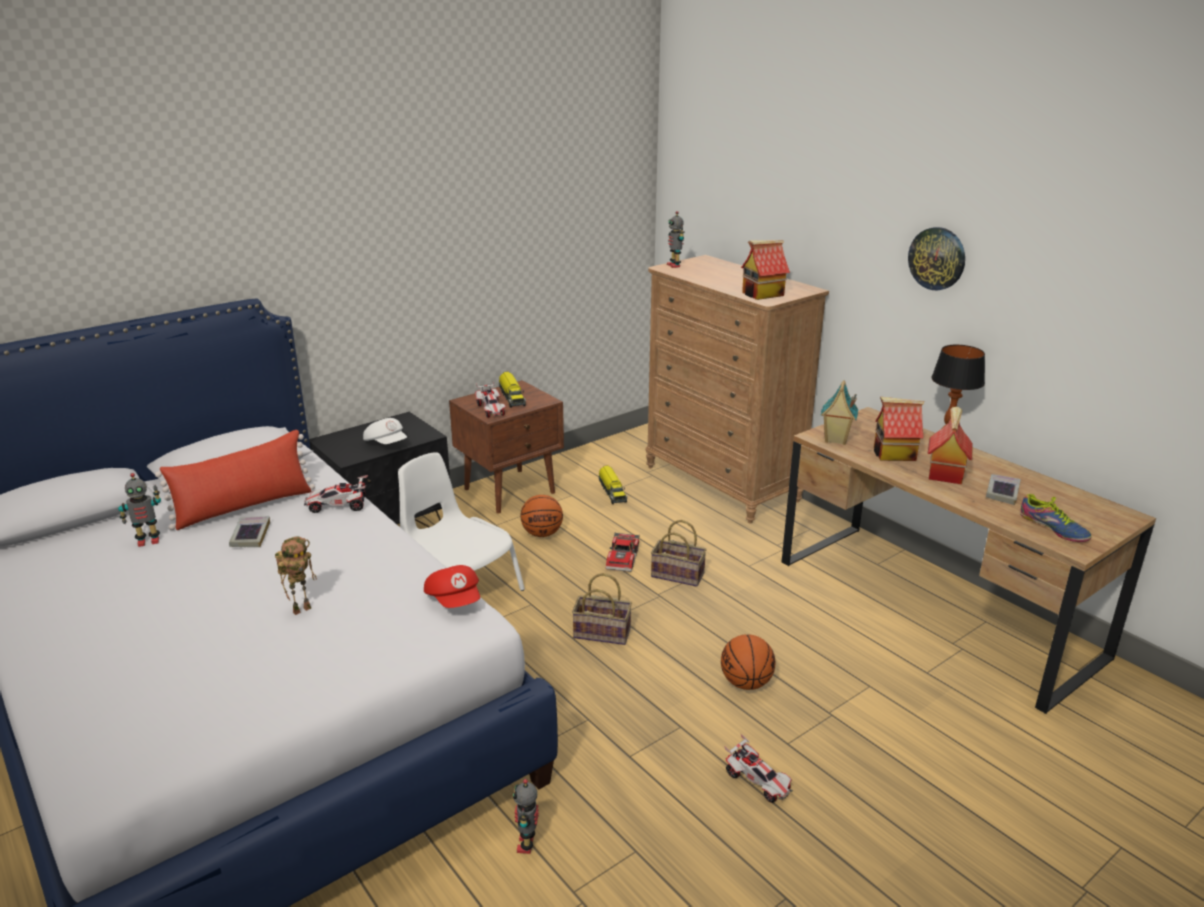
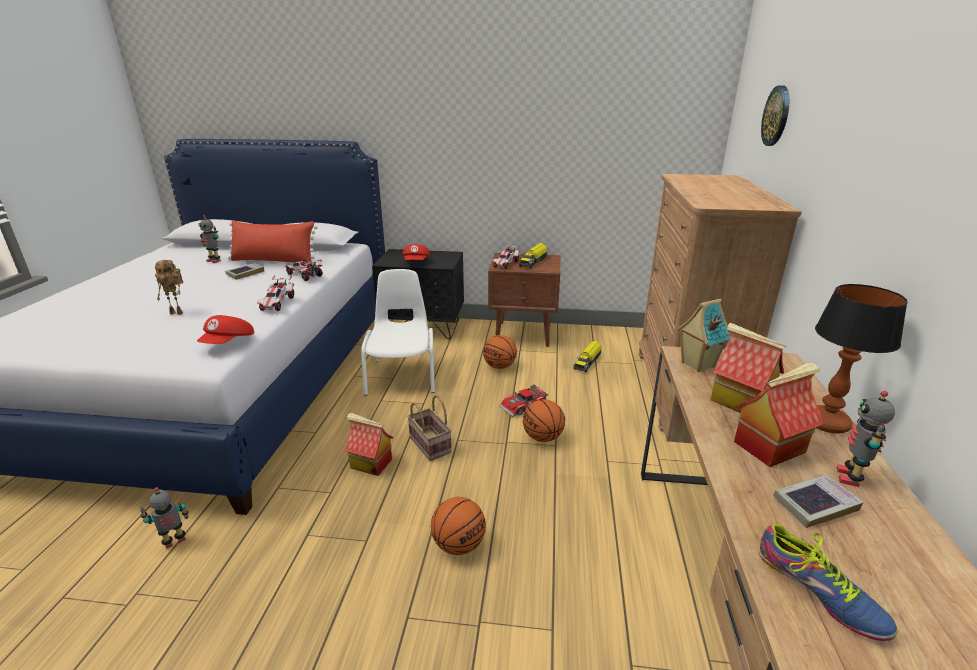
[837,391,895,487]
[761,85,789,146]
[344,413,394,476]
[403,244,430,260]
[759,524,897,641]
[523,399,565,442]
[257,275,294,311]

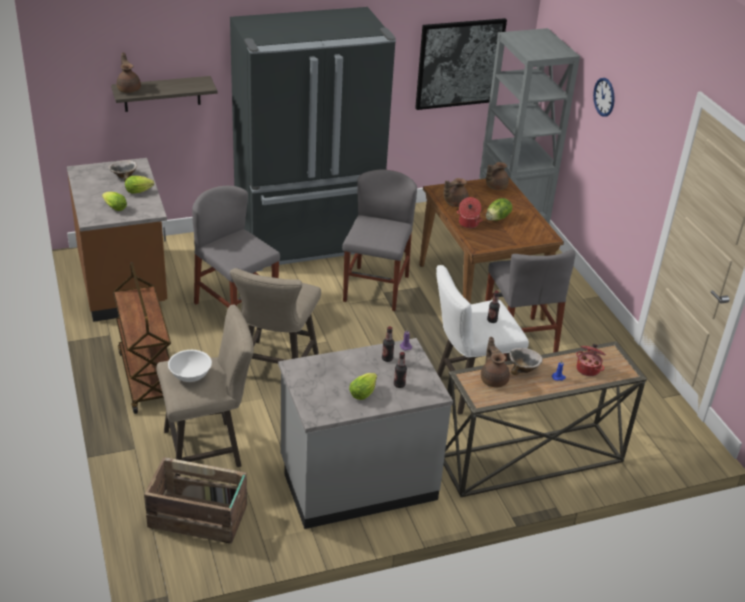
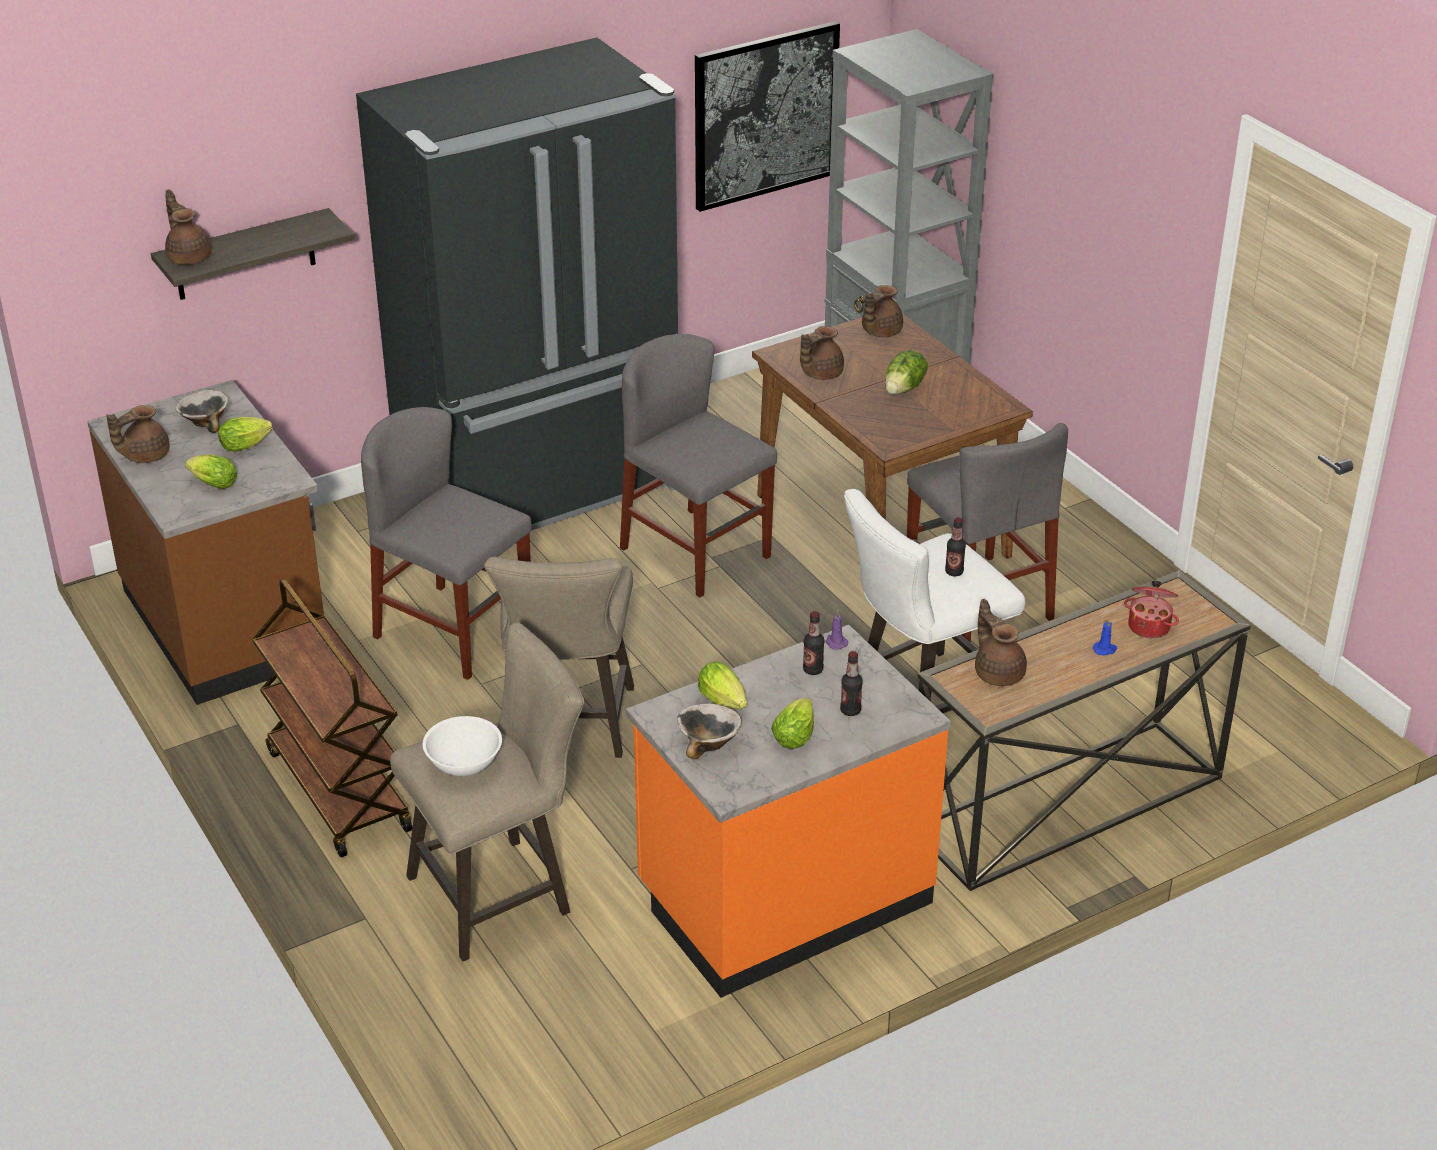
[593,78,615,117] (first image)
[620,334,777,598]
[457,197,482,228] (first image)
[626,625,951,998]
[677,704,741,759]
[144,457,247,544] (first image)
[106,405,169,463]
[698,662,747,709]

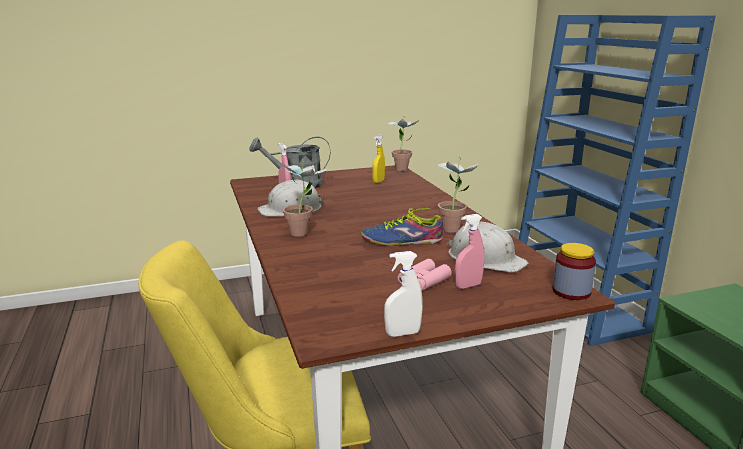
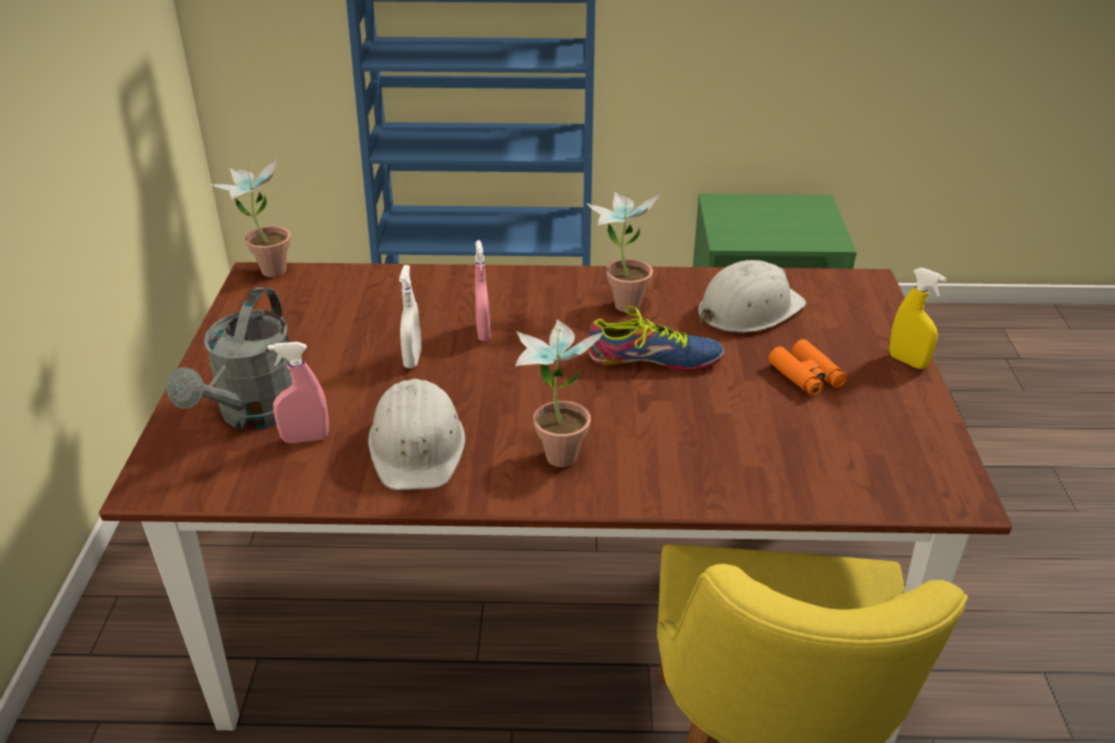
[889,268,946,369]
[588,306,724,371]
[475,240,491,341]
[552,243,596,300] (first image)
[399,265,422,368]
[768,339,847,396]

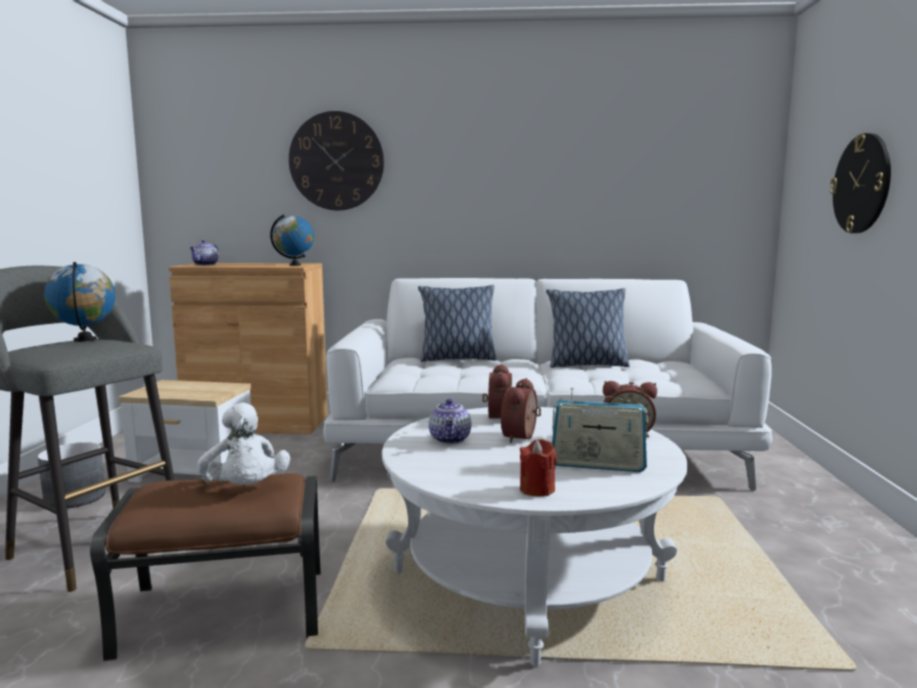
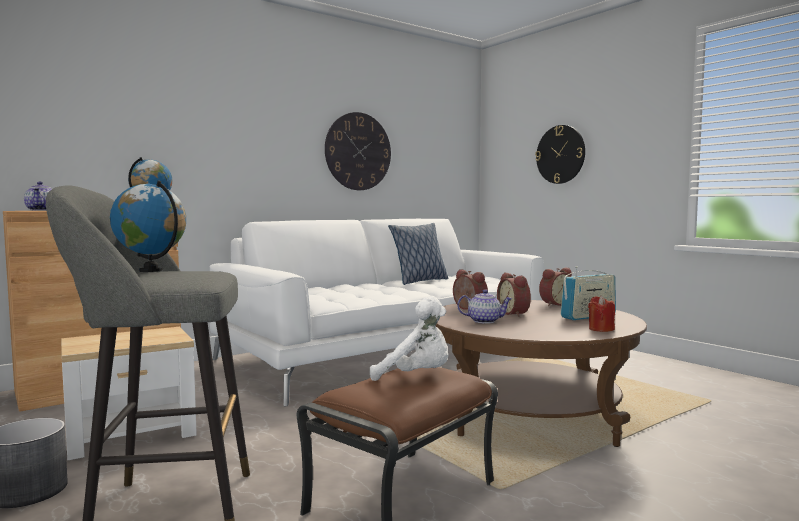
[325,112,391,190]
[418,285,497,362] (first image)
[457,289,513,324]
[435,300,647,447]

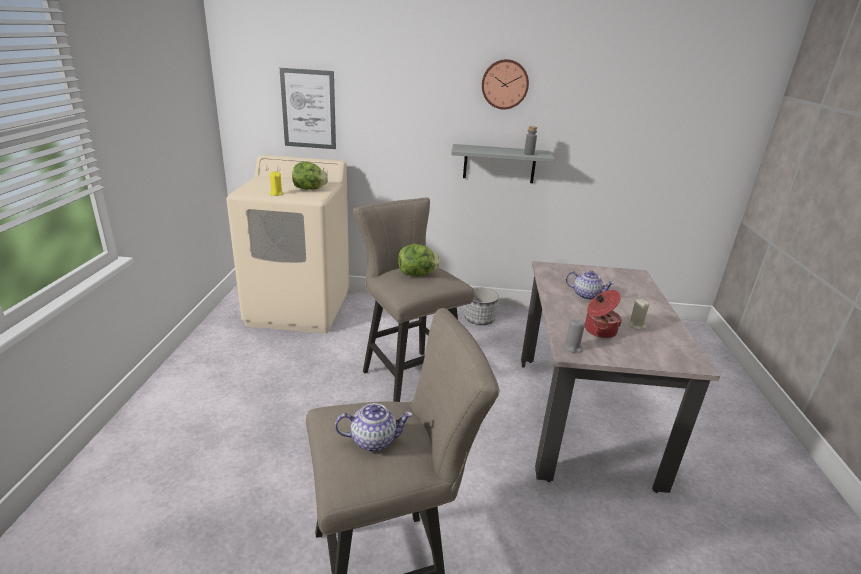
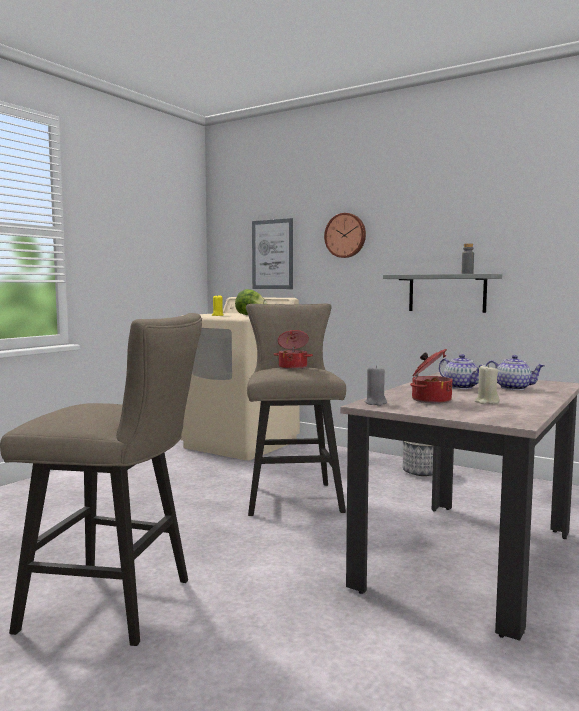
[324,213,366,258]
[274,330,313,369]
[485,355,545,390]

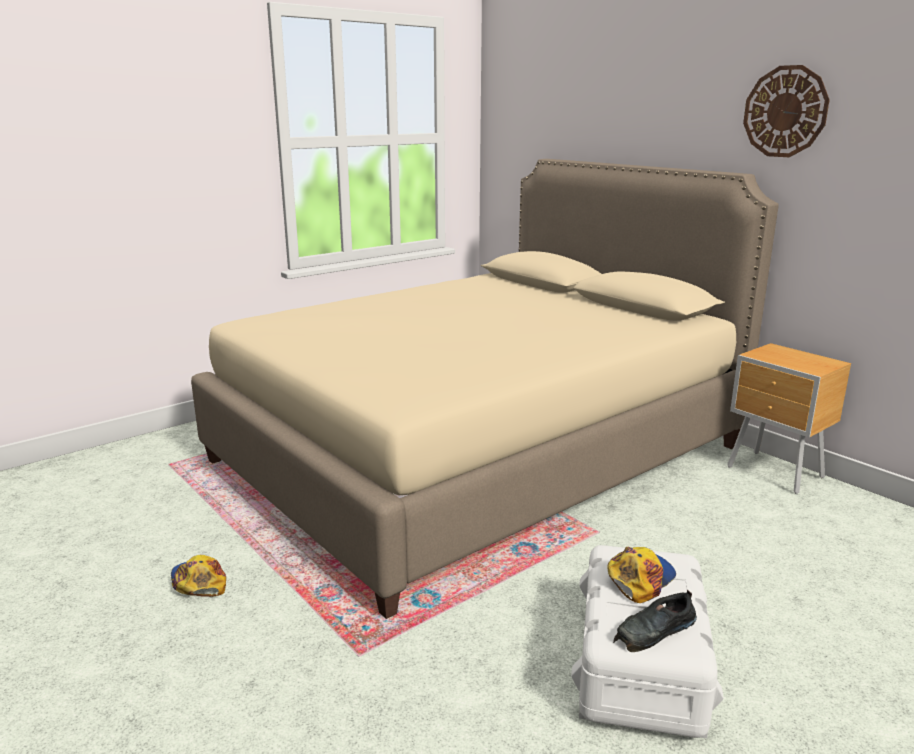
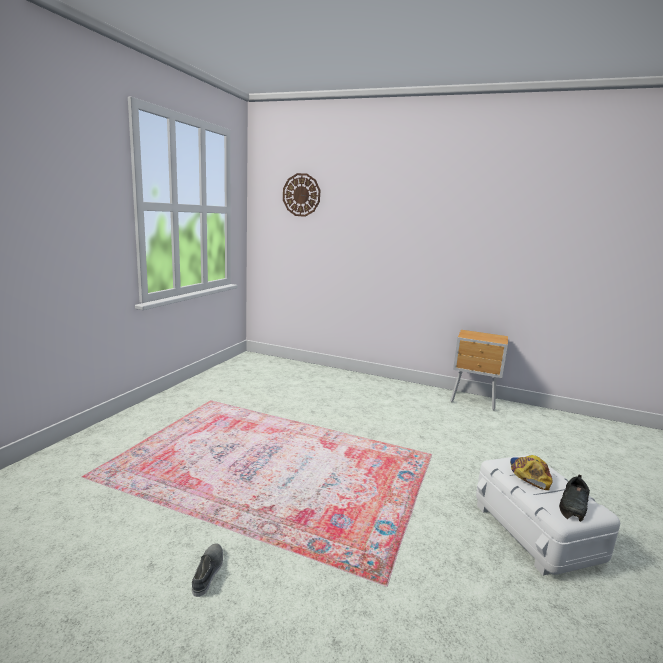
[283,173,320,217]
[191,159,779,619] (first image)
[192,543,223,597]

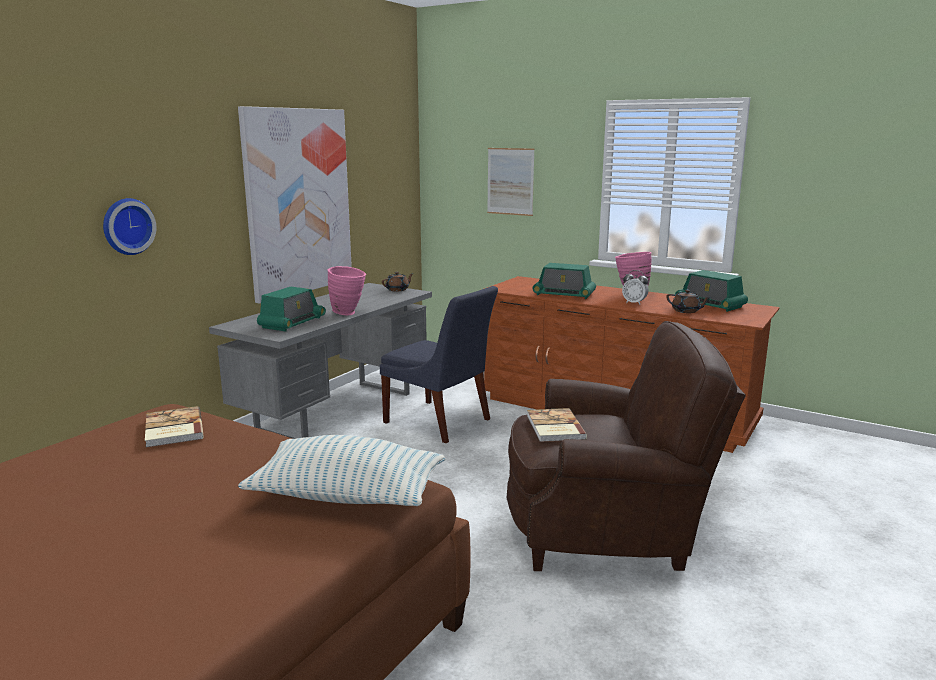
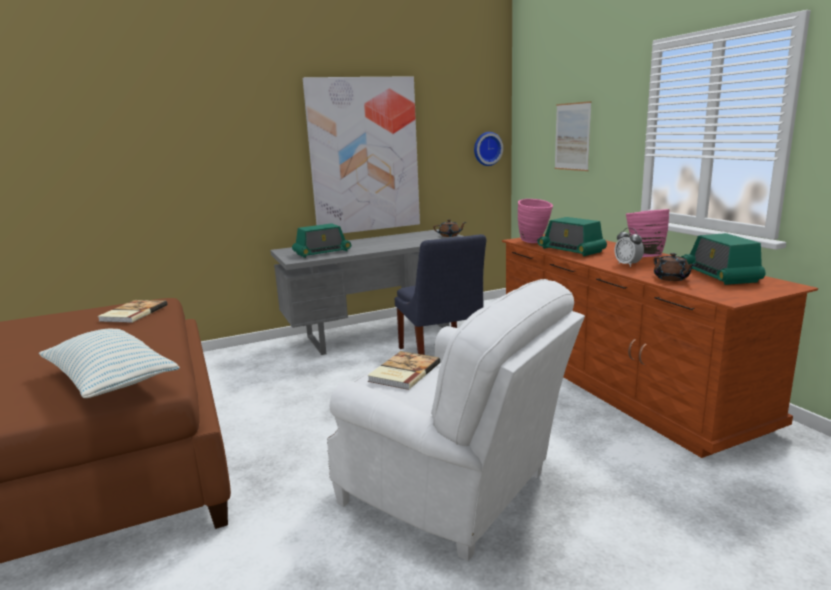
[474,132,503,166]
[518,199,553,243]
[327,279,585,561]

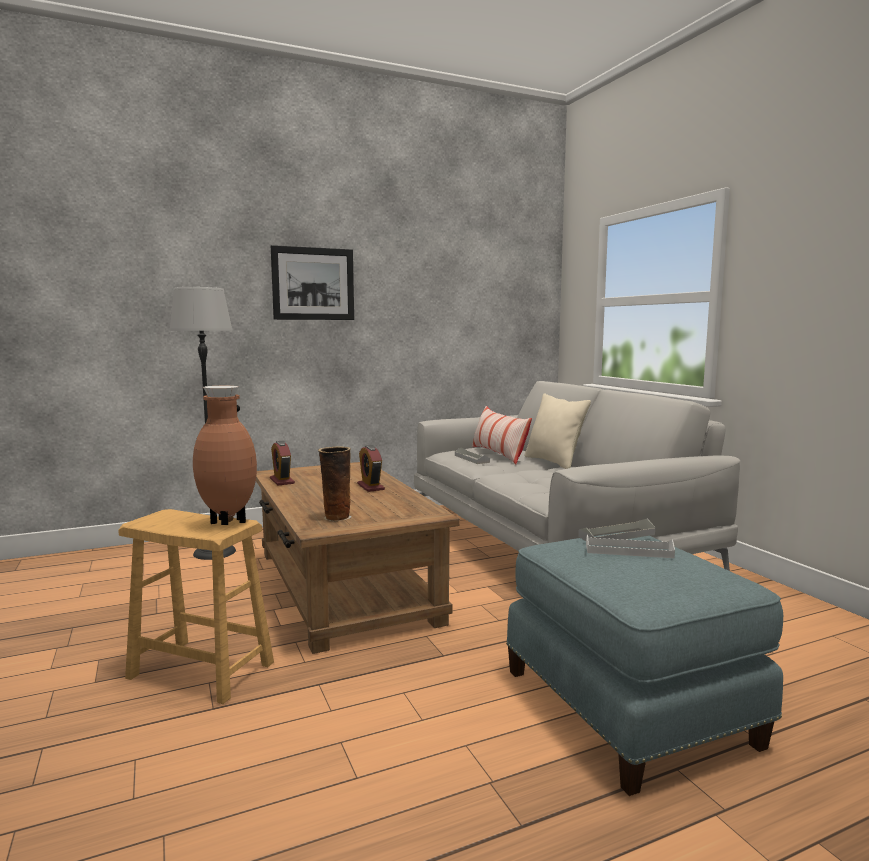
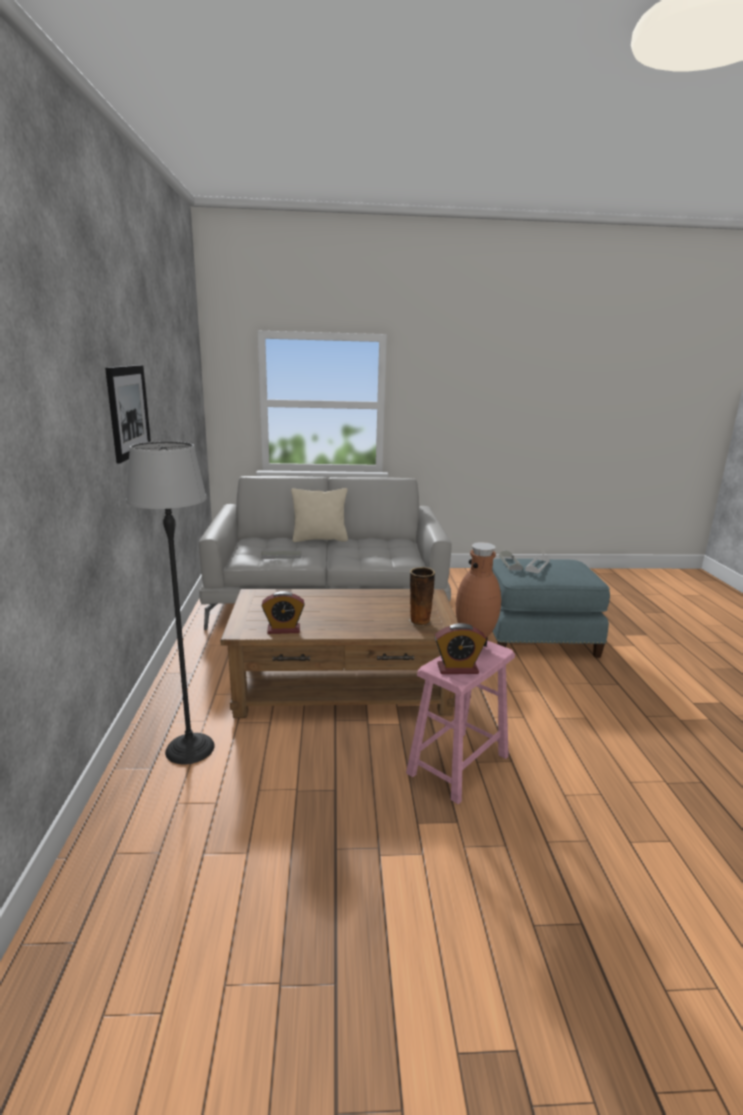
[472,406,532,464] (first image)
[434,623,486,674]
[406,641,515,804]

